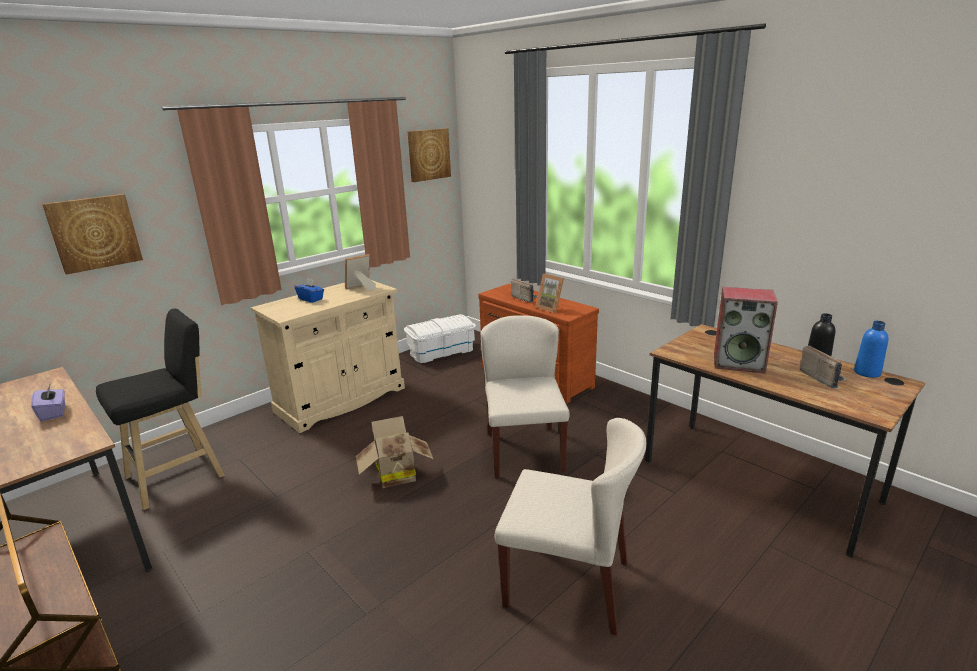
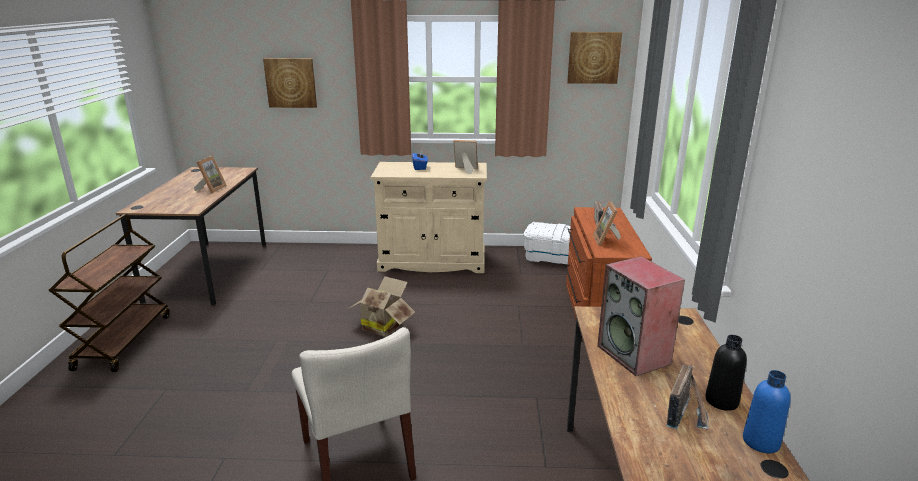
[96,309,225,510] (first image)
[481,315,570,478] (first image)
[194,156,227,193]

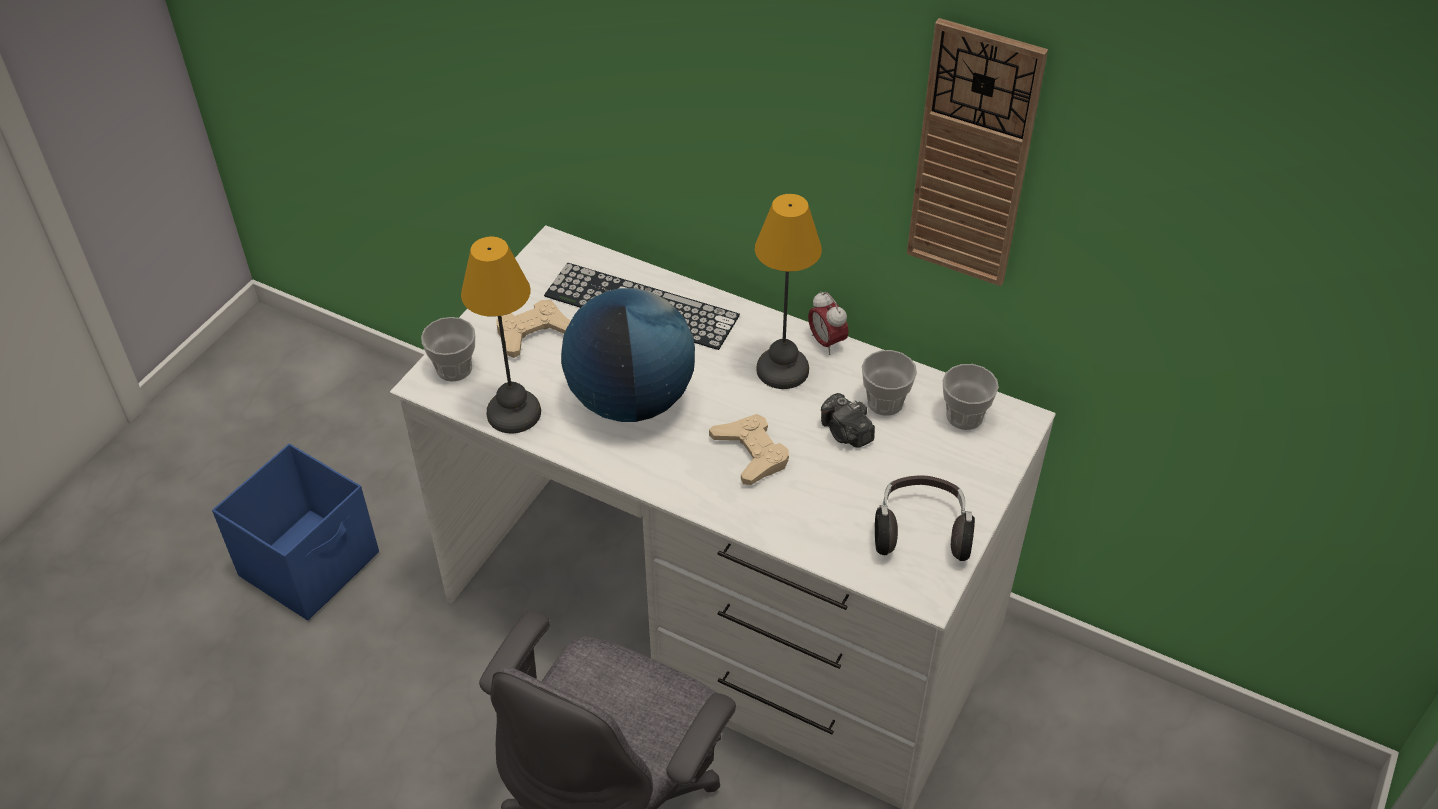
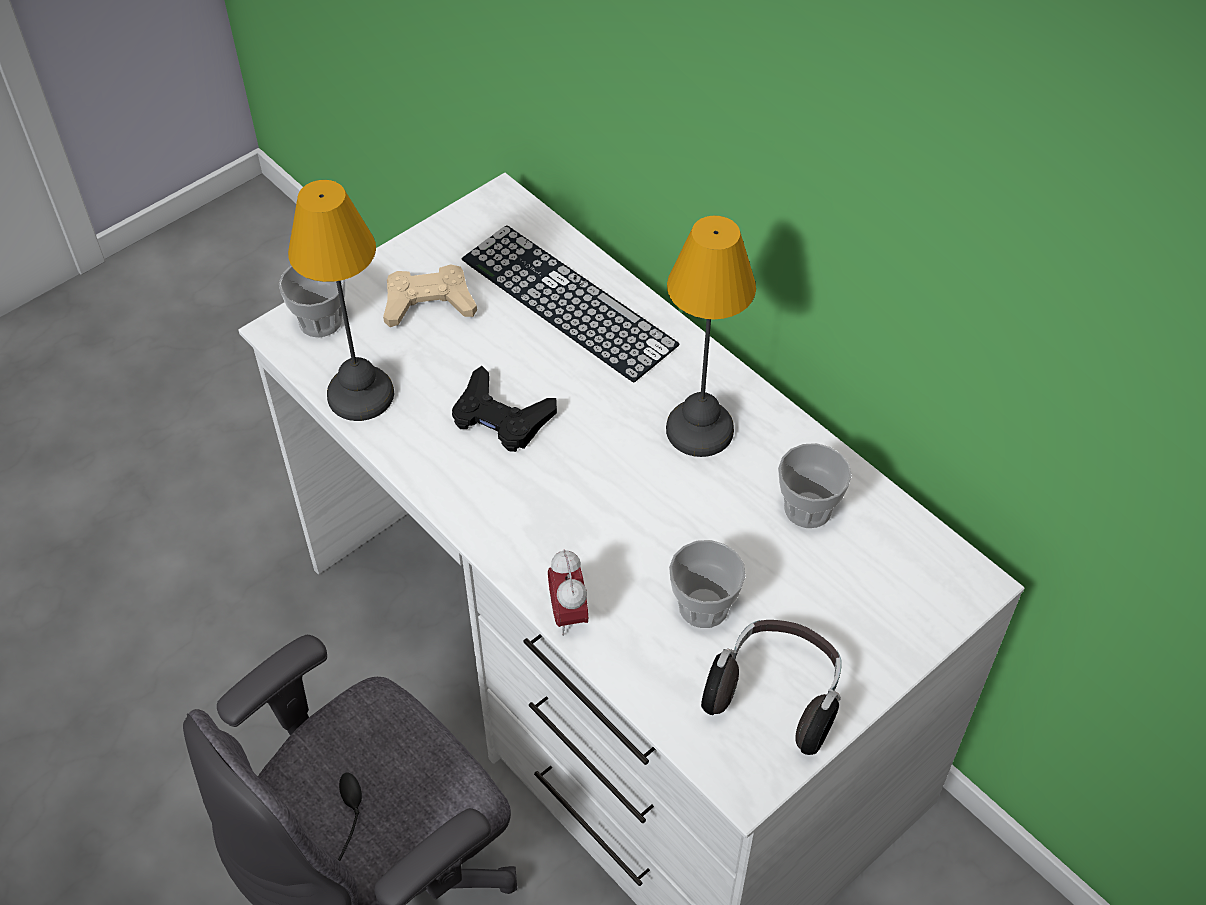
[907,18,1048,286] (first image)
[452,366,557,452]
[548,549,588,636]
[669,540,746,628]
[821,393,875,447] (first image)
[709,414,789,485] (first image)
[212,444,379,620] (first image)

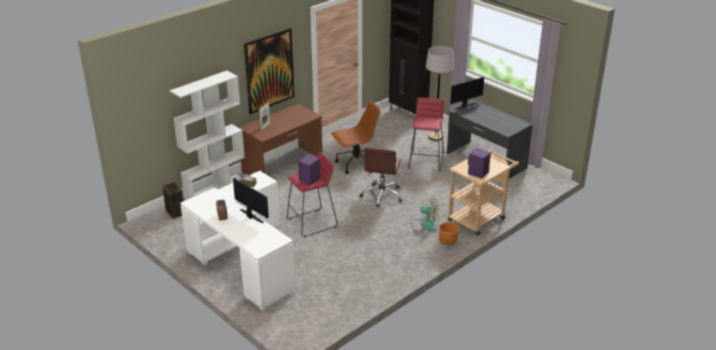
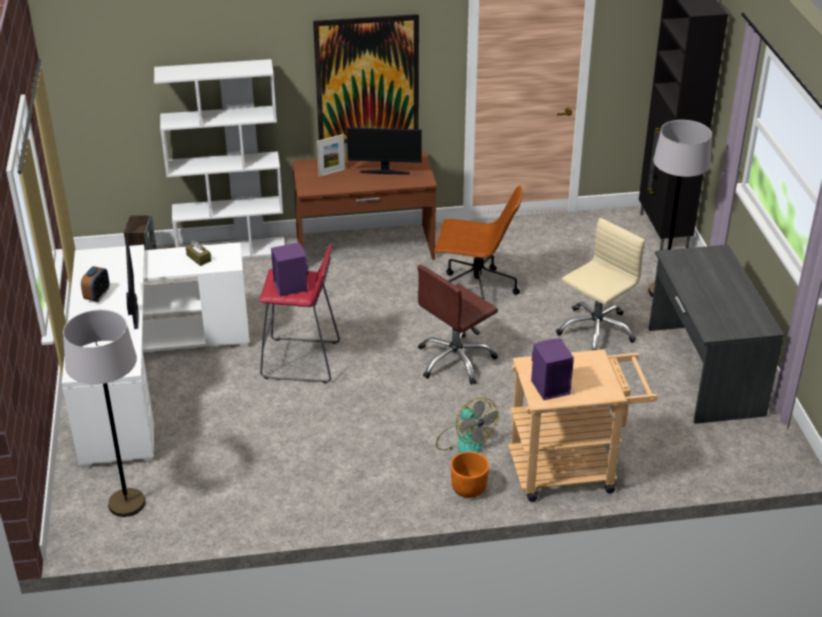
[347,127,422,175]
[556,218,645,350]
[63,309,146,517]

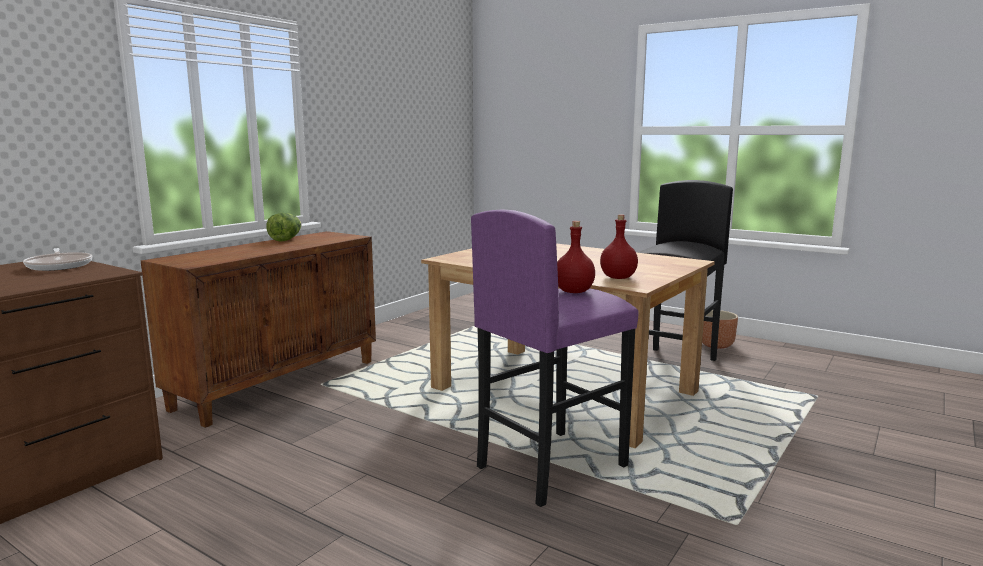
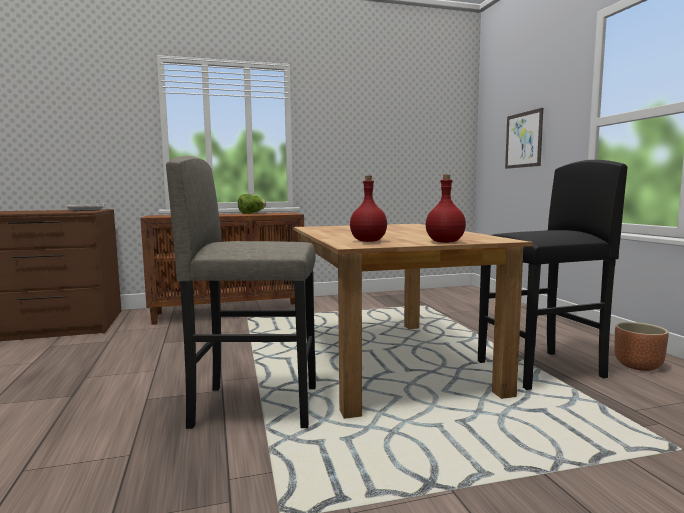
[166,156,316,429]
[426,174,466,243]
[505,108,543,169]

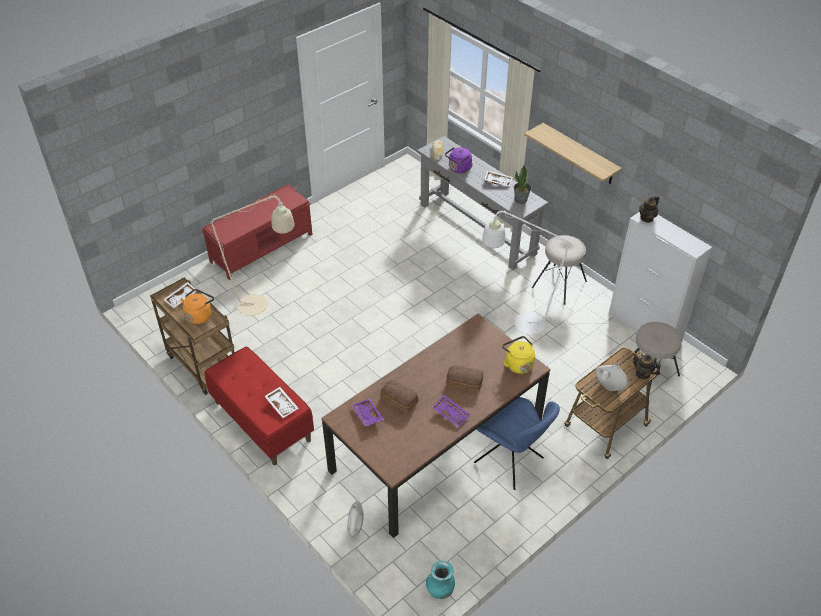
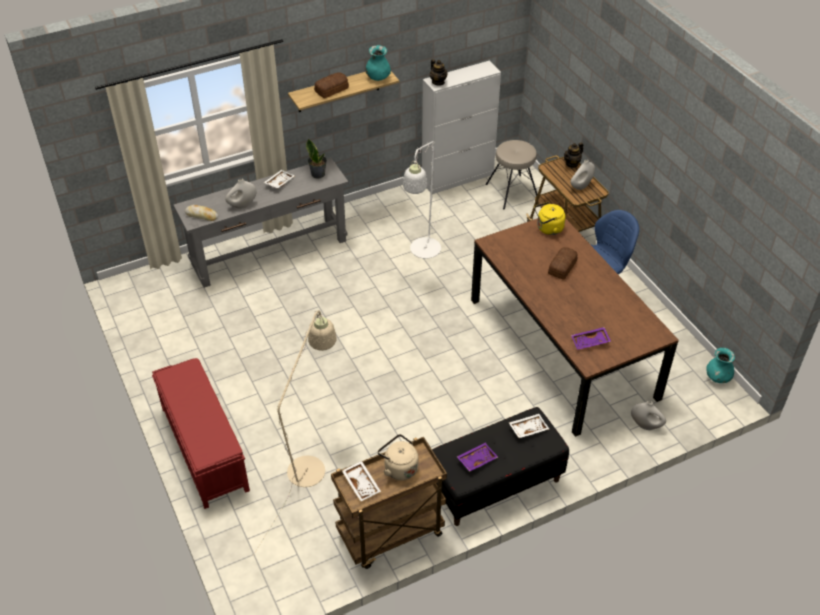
[225,179,256,209]
[532,235,587,305] (first image)
[378,434,418,480]
[432,407,569,526]
[314,72,349,99]
[457,443,498,472]
[366,45,391,81]

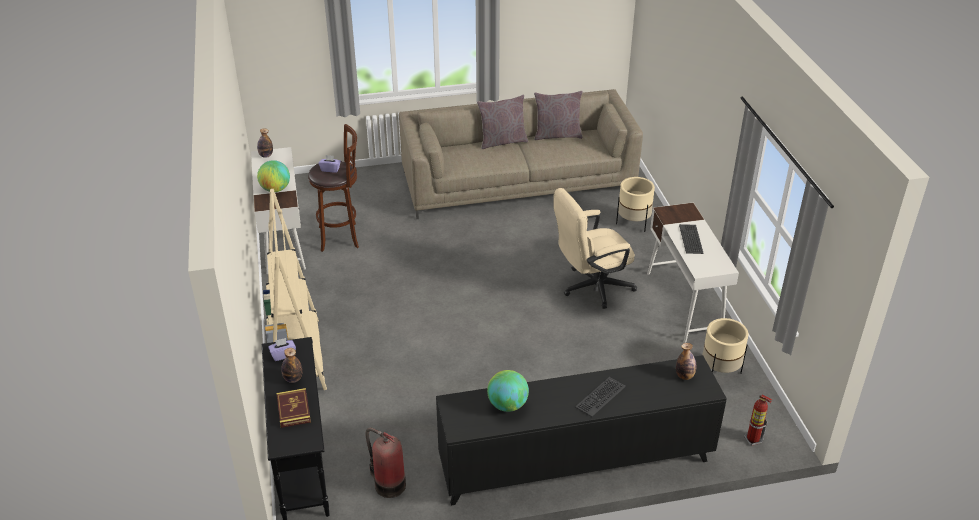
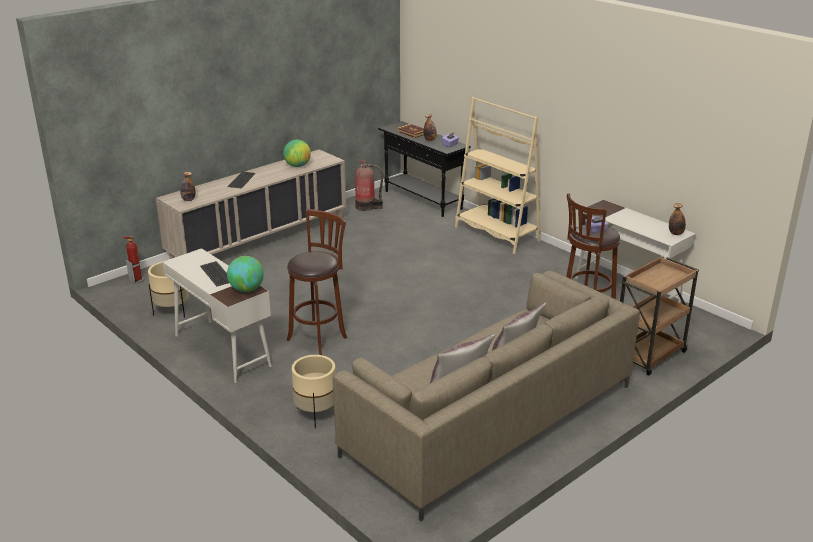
[227,256,264,292]
[287,209,347,355]
[156,149,346,259]
[620,256,699,376]

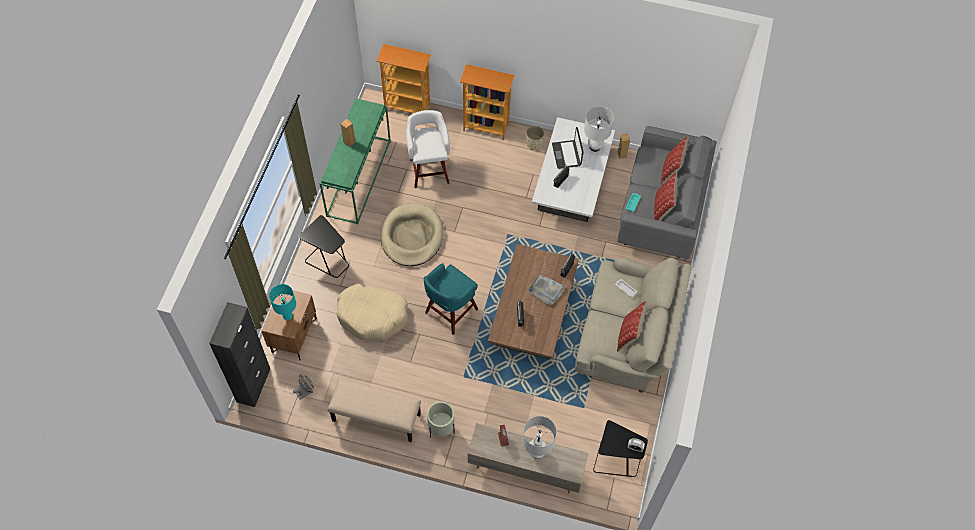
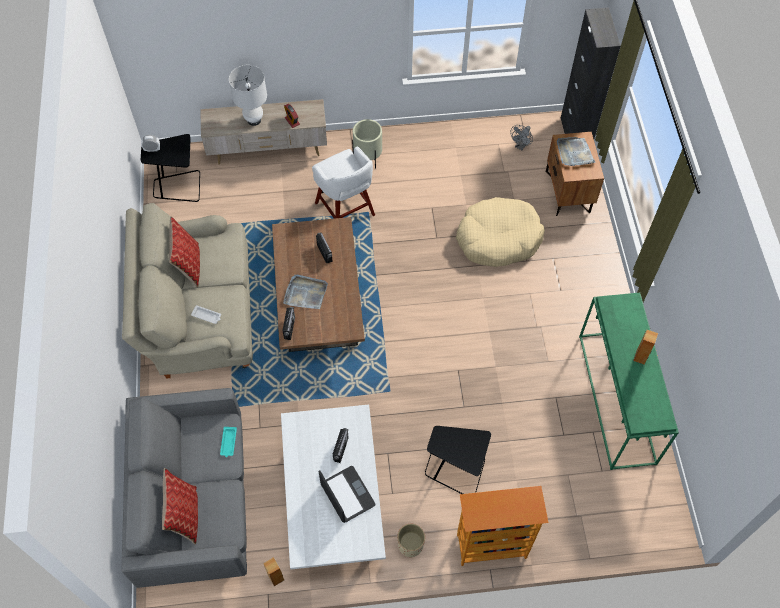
[377,44,431,113] (first image)
[584,106,614,152] (first image)
[312,146,375,219]
[654,172,677,221] (first image)
[380,203,444,266] (first image)
[425,426,491,494]
[424,263,478,335] (first image)
[557,137,596,166]
[328,379,421,442] (first image)

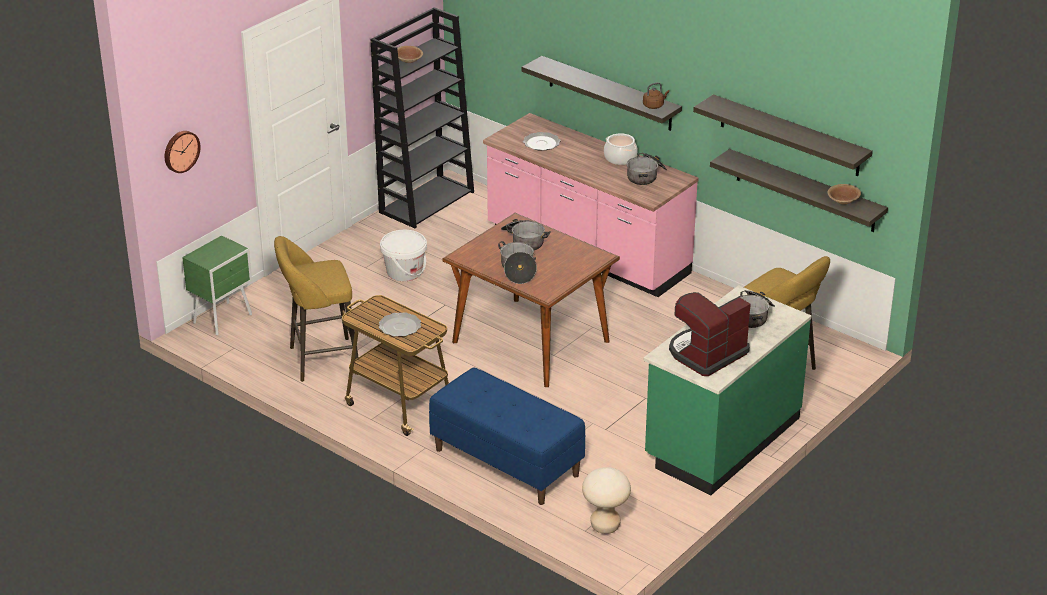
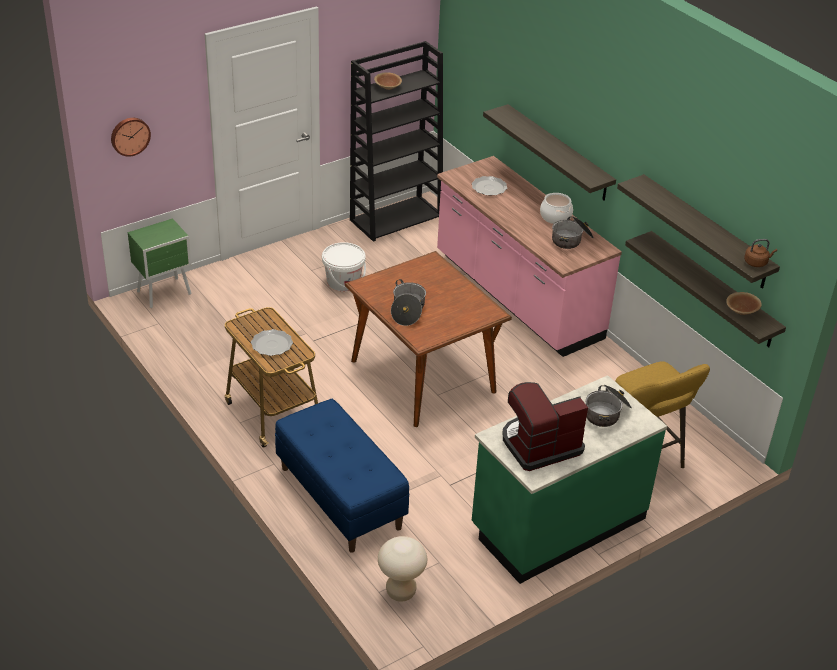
[744,239,777,267]
[501,219,551,250] (first image)
[274,236,358,382] (first image)

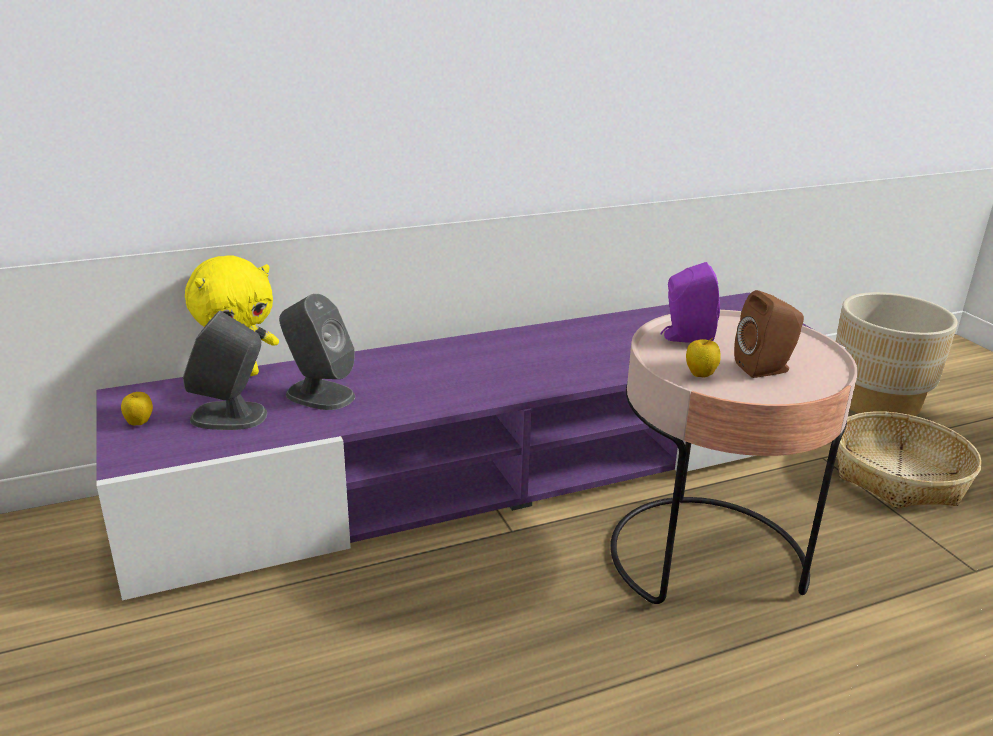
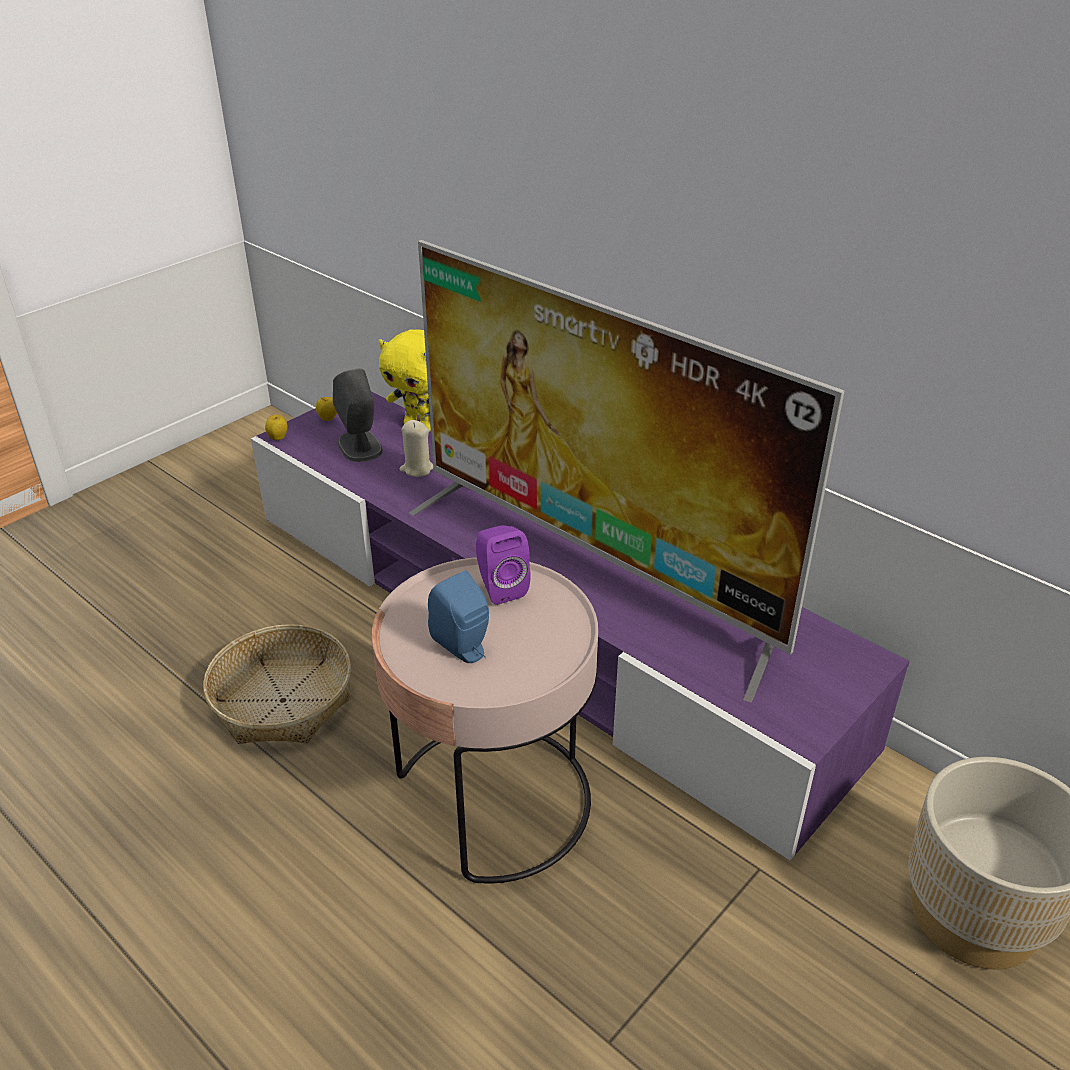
[428,571,489,663]
[400,420,433,477]
[265,415,288,441]
[203,624,351,744]
[409,240,844,702]

